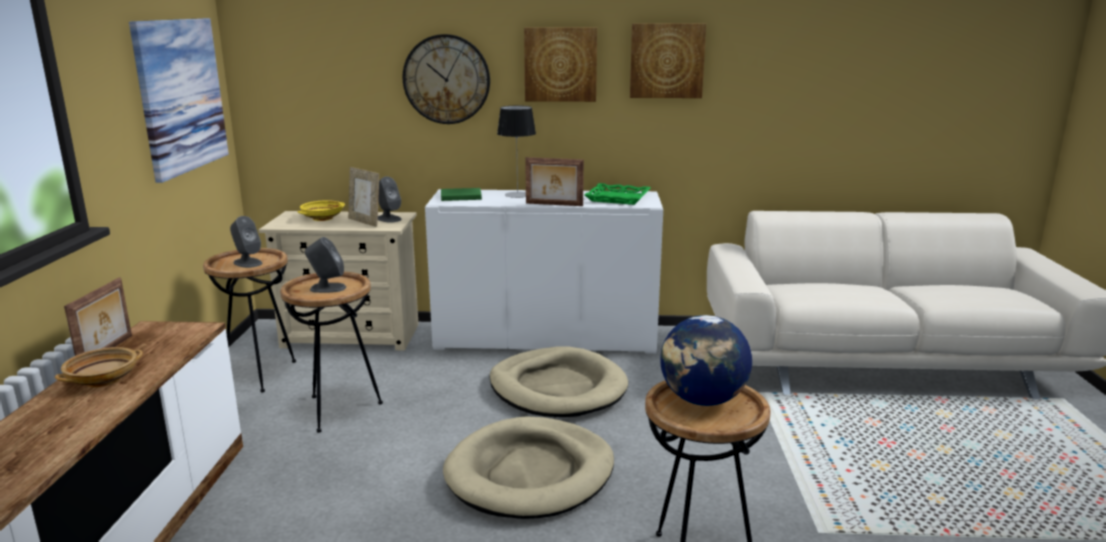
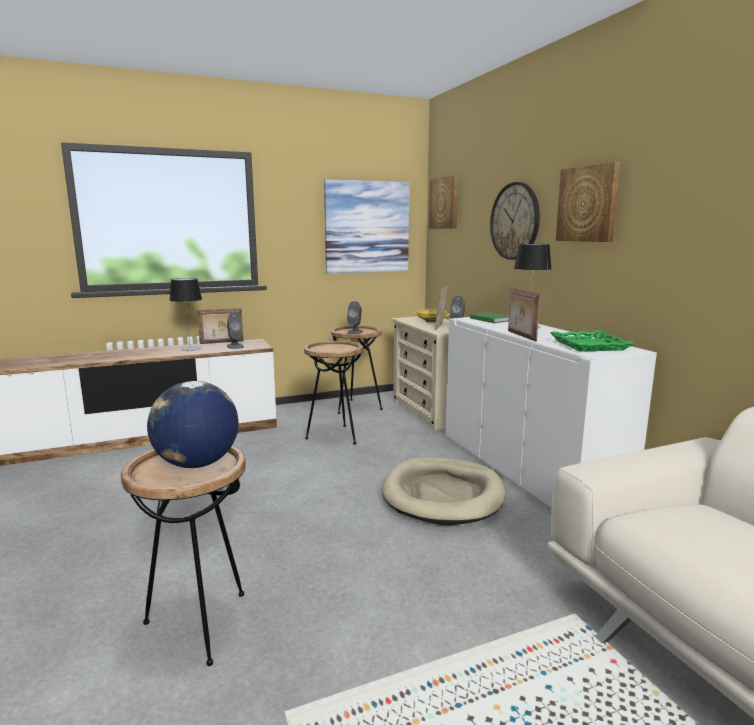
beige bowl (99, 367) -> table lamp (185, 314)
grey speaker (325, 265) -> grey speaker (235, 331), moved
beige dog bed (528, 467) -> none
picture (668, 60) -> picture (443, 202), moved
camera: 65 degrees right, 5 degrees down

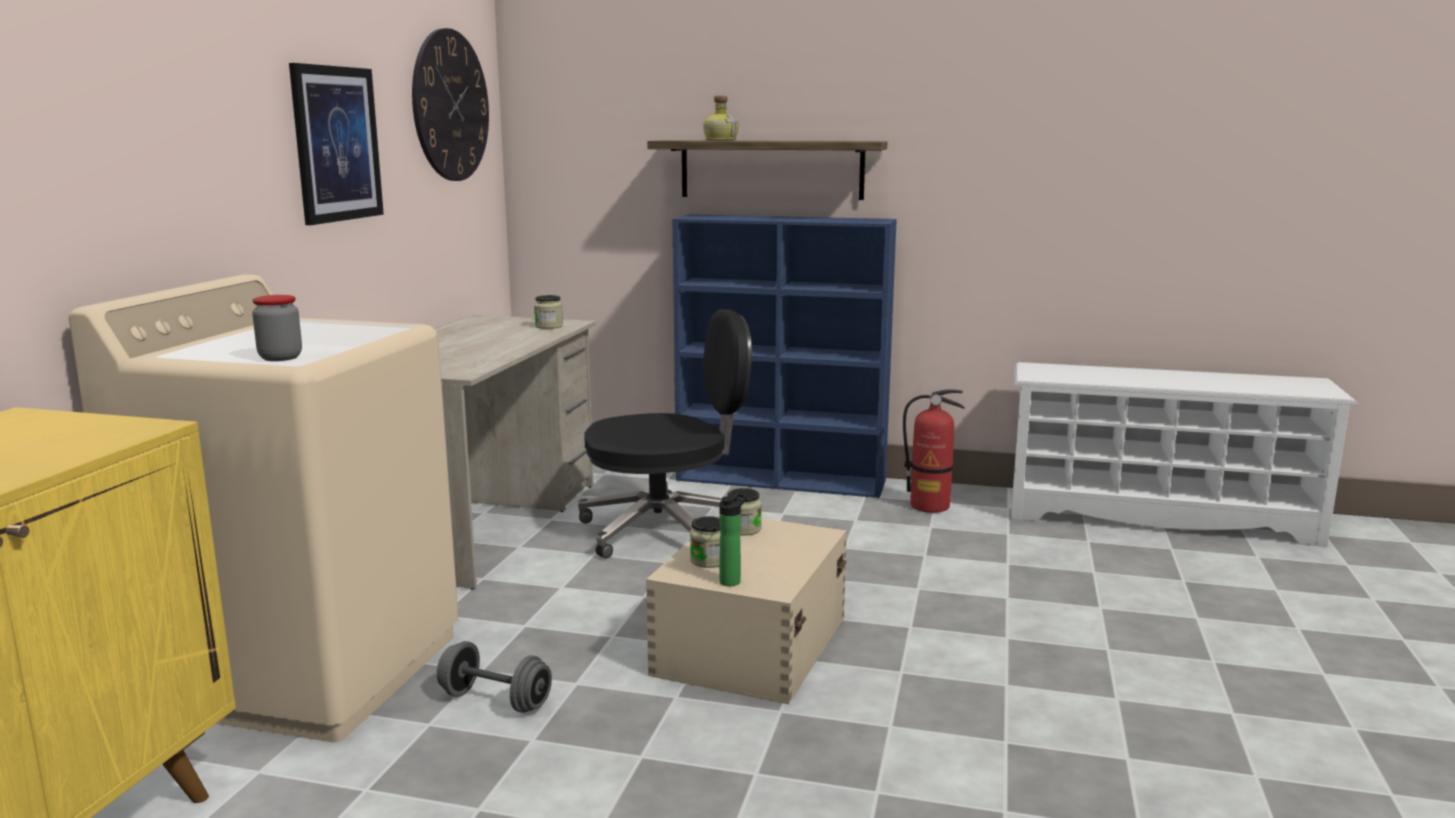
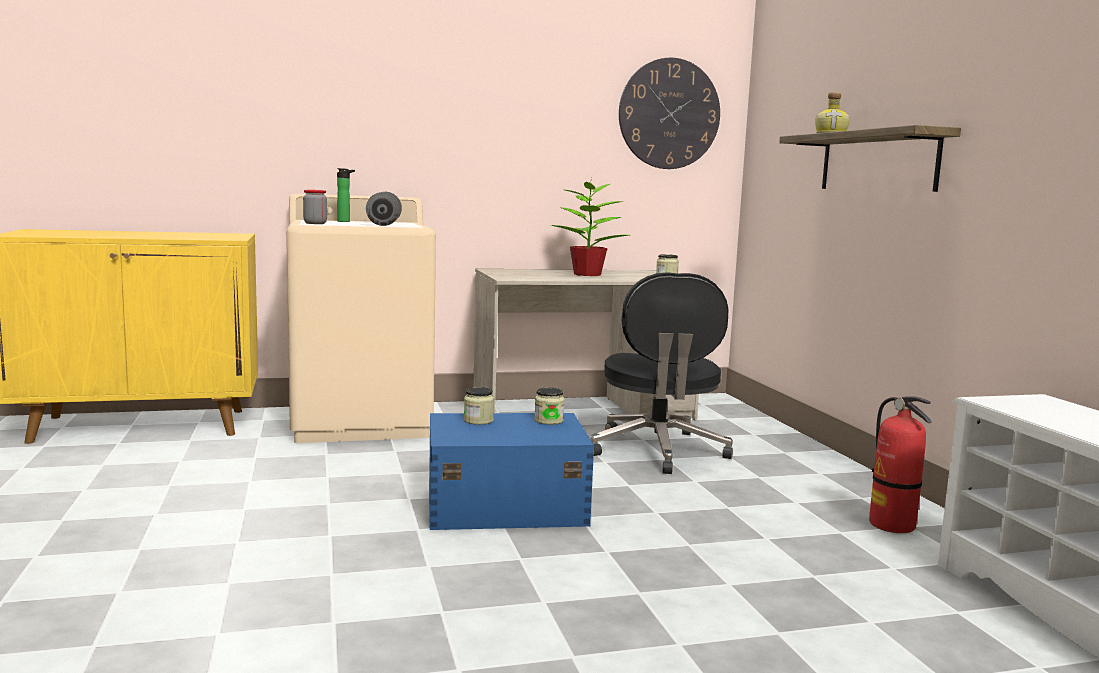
picture (336, 144) -> none
grey dumbbell (494, 677) -> grey dumbbell (384, 209), moved
black office chair (665, 434) -> black office chair (662, 373), 45 degrees clockwise
beige storage box (746, 609) -> blue storage box (511, 471)
blue bookcase (785, 356) -> none
bottle (733, 539) -> bottle (346, 195), moved
none -> potted plant (590, 227)
camera: 60 degrees right, 5 degrees down

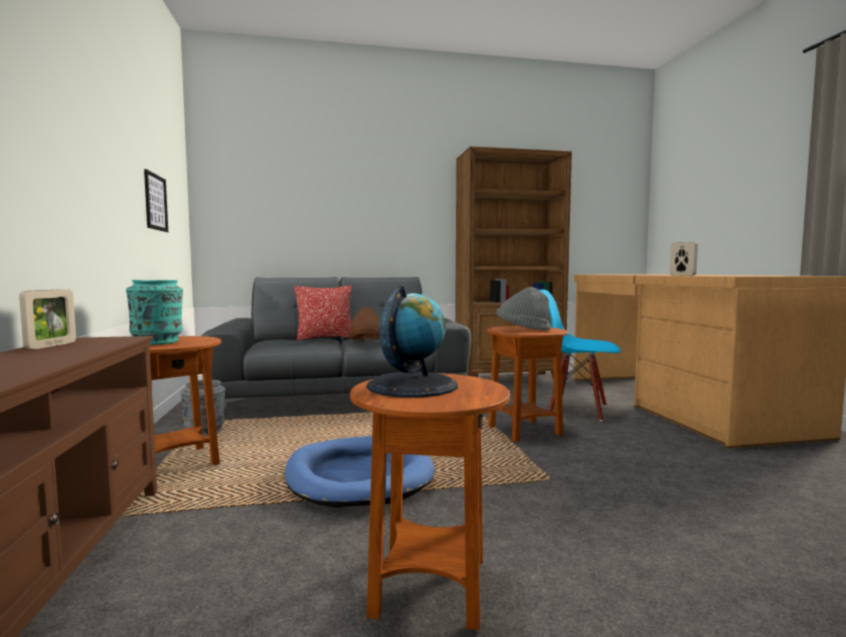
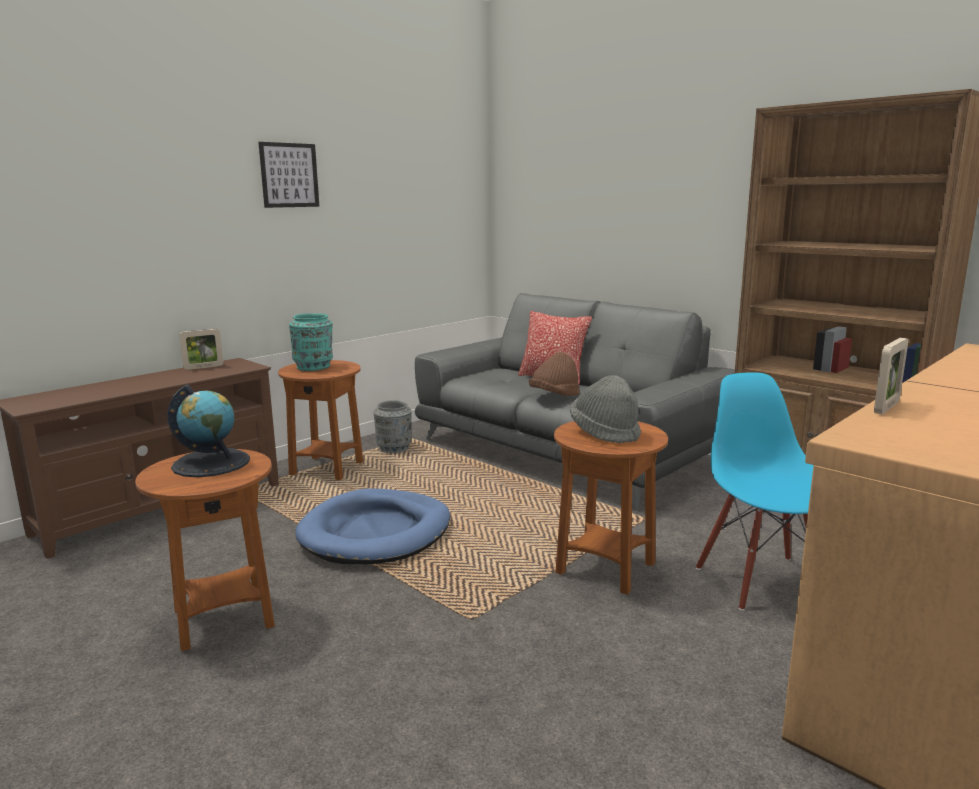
picture (156, 200) -> picture (289, 175), moved
camera: 55 degrees right, 10 degrees up

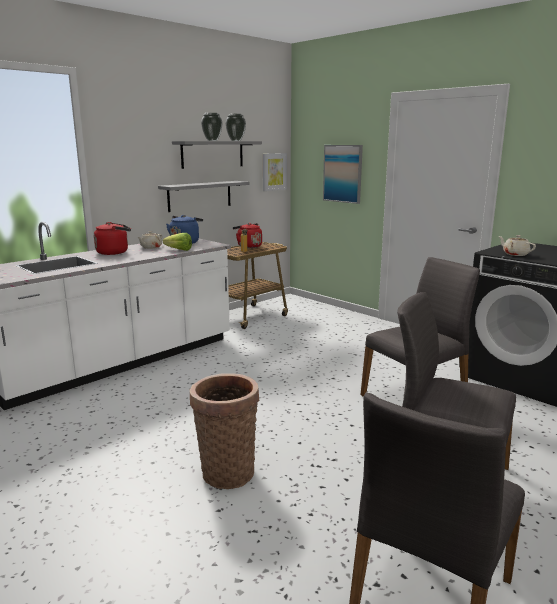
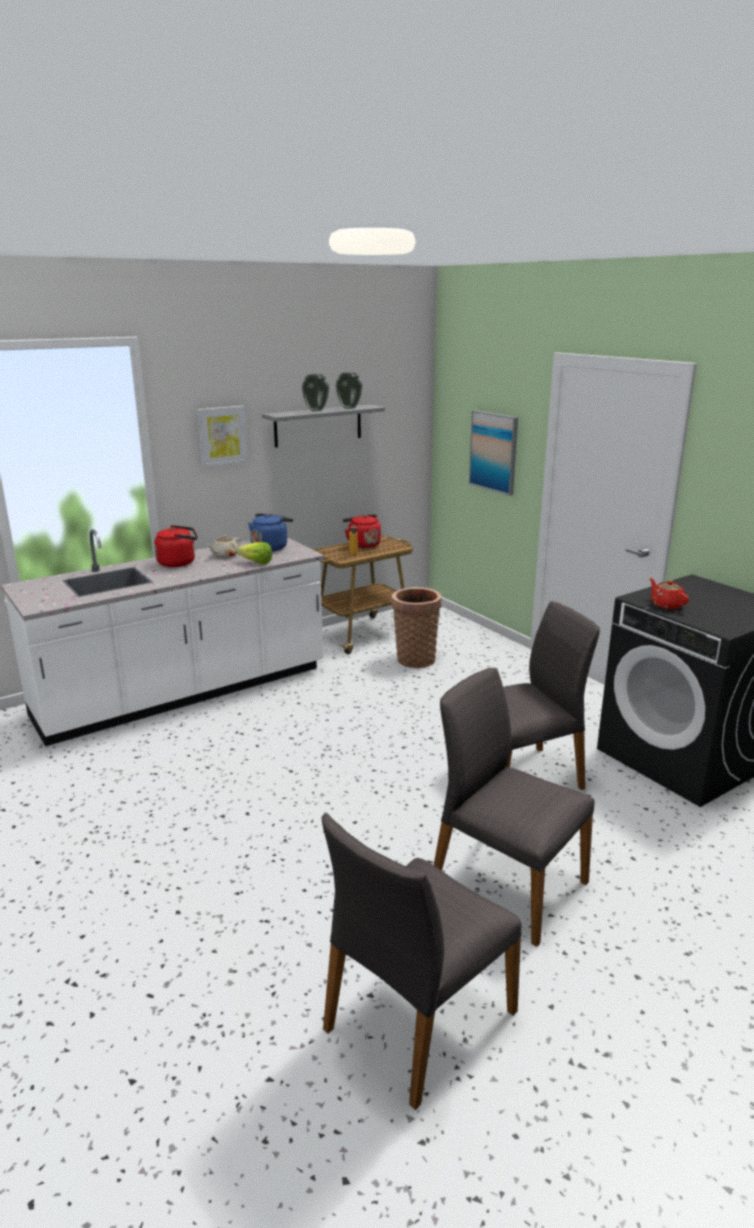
grey shelf (204, 196) -> none
basket (224, 431) -> basket (417, 627), moved
picture (275, 172) -> picture (222, 436), moved
beige teapot (517, 245) -> red teapot (669, 593)
camera: 10 degrees right, 5 degrees up

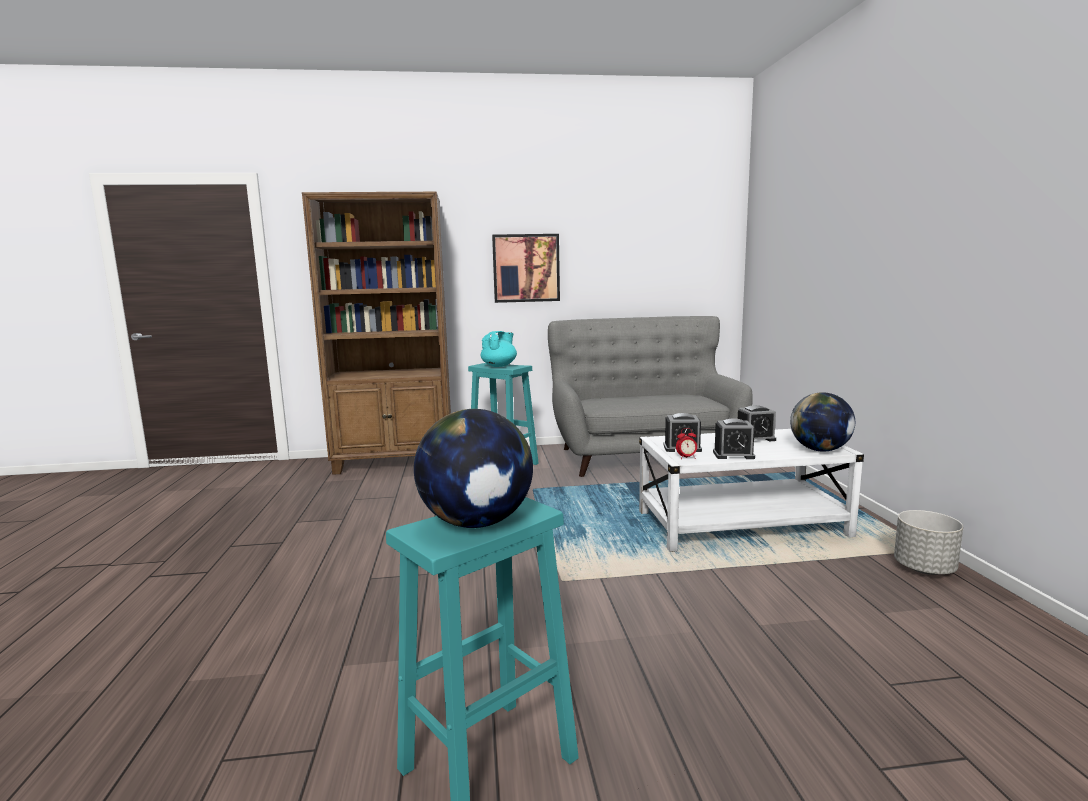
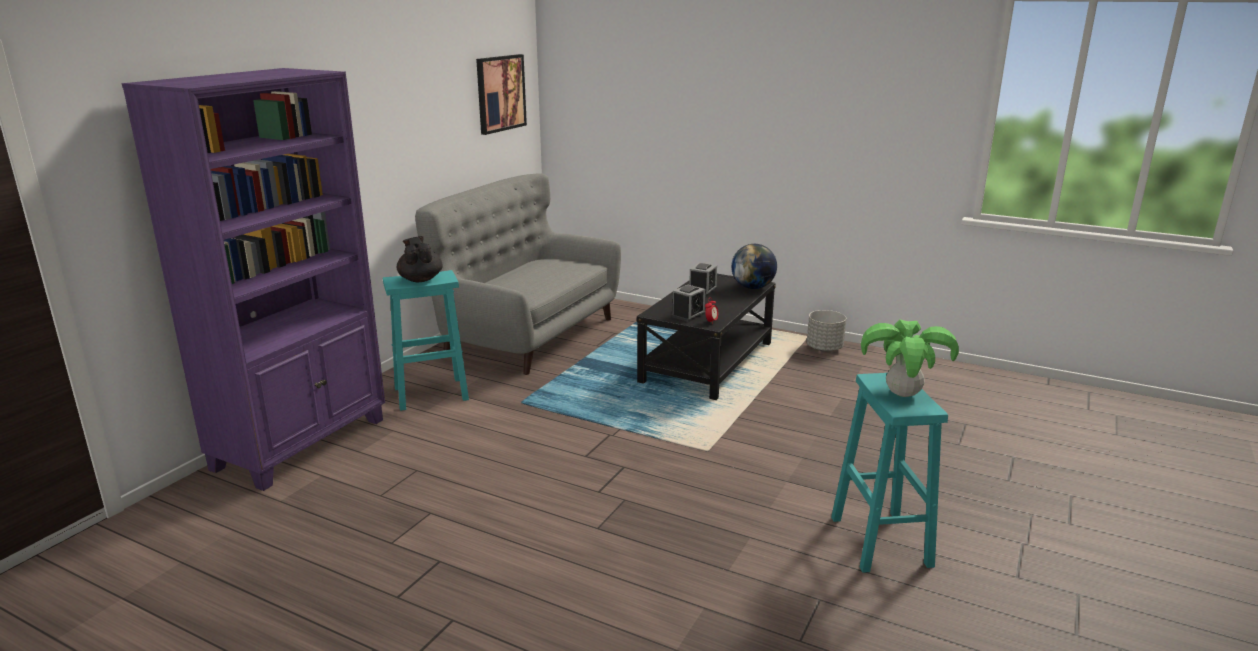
brown bookcase (376, 333) -> purple bookcase (253, 279)
globe (473, 468) -> potted plant (910, 358)
turquoise teapot (499, 349) -> black teapot (420, 259)
picture (526, 268) -> picture (501, 94), moved
white coffee table (751, 490) -> black coffee table (706, 337)
alarm clock (734, 438) -> none
camera: 55 degrees left, 10 degrees up

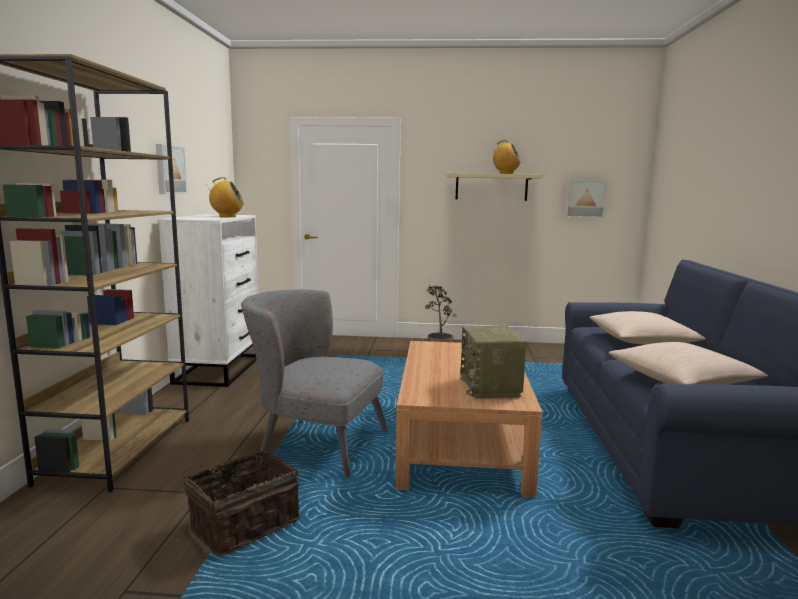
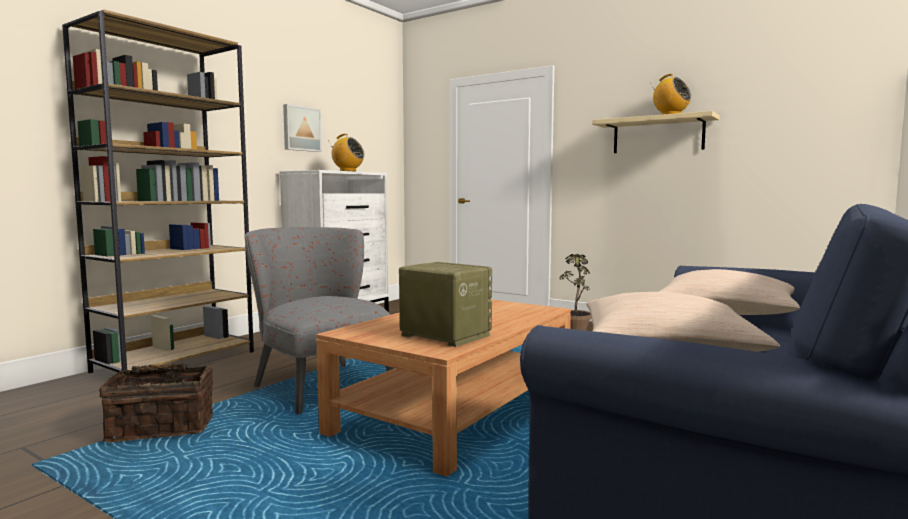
radio (493, 362) -> radio (445, 304), 105 degrees clockwise
picture (586, 198) -> none
camera: 30 degrees right, 5 degrees down

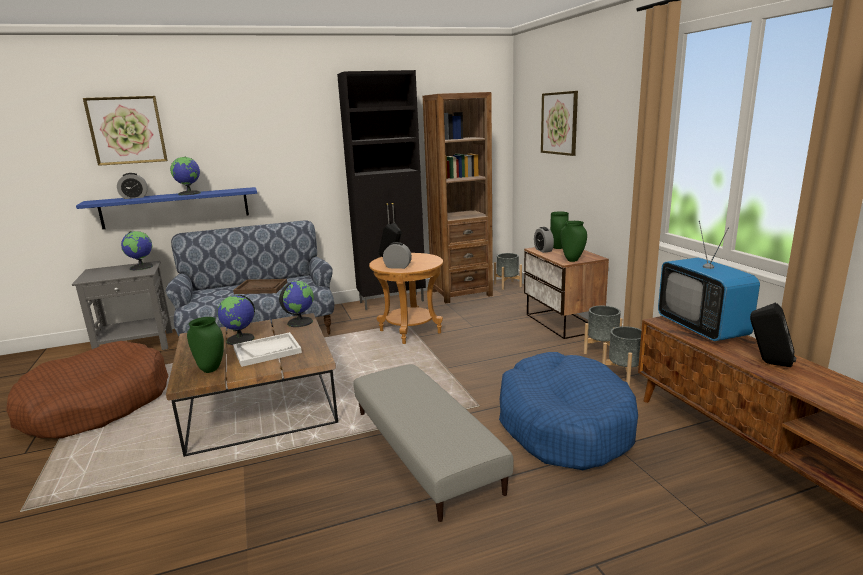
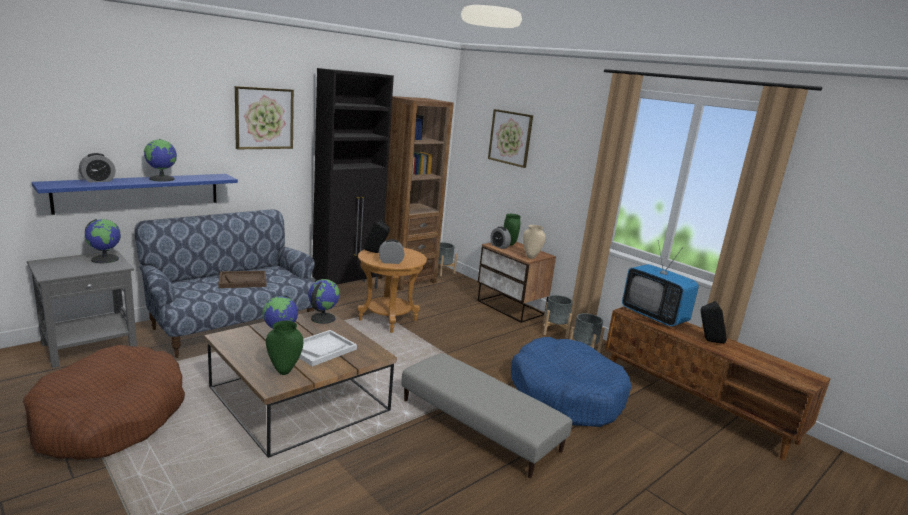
picture (125, 131) -> picture (264, 117), moved
green vase (574, 241) -> beige vase (534, 242)
camera: 25 degrees left, 0 degrees up

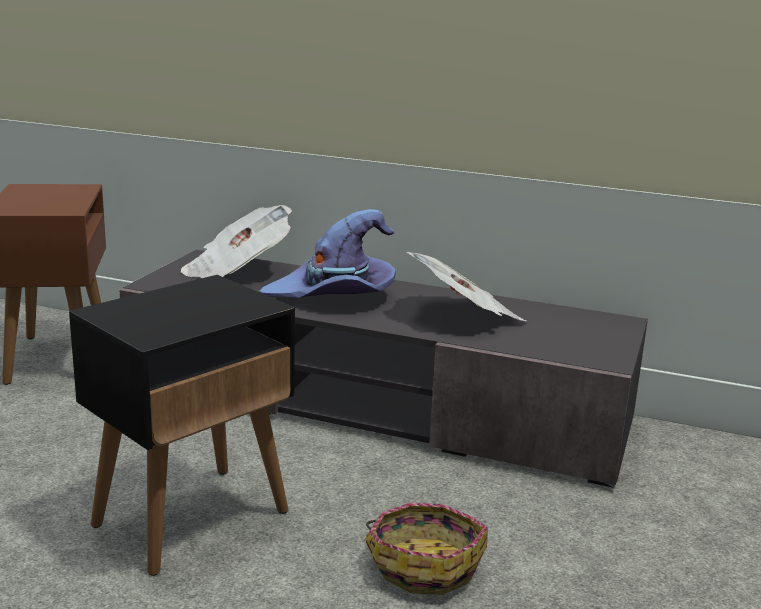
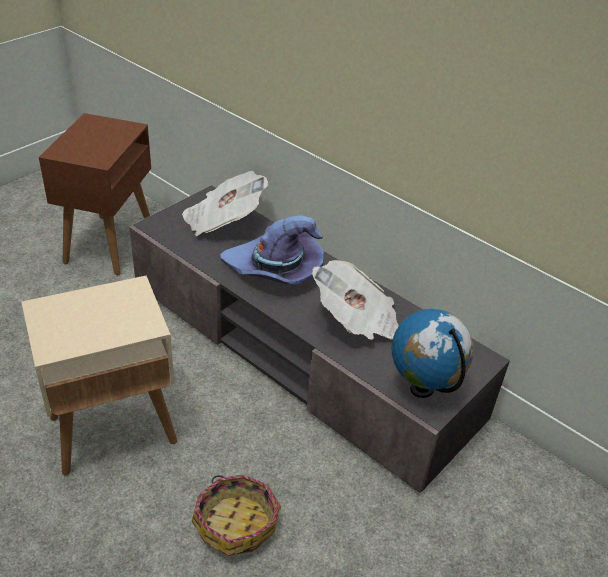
black side table (182, 425) -> beige side table (99, 375)
none -> globe (432, 353)
camera: 20 degrees right, 20 degrees up

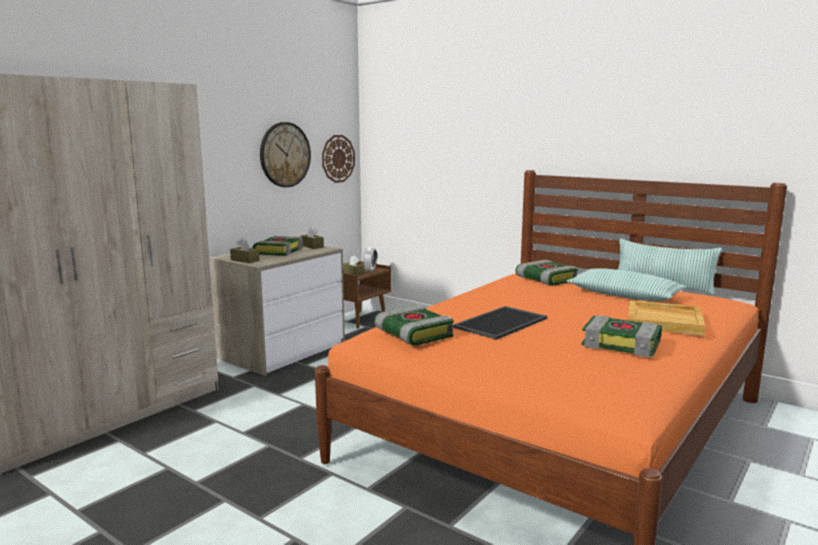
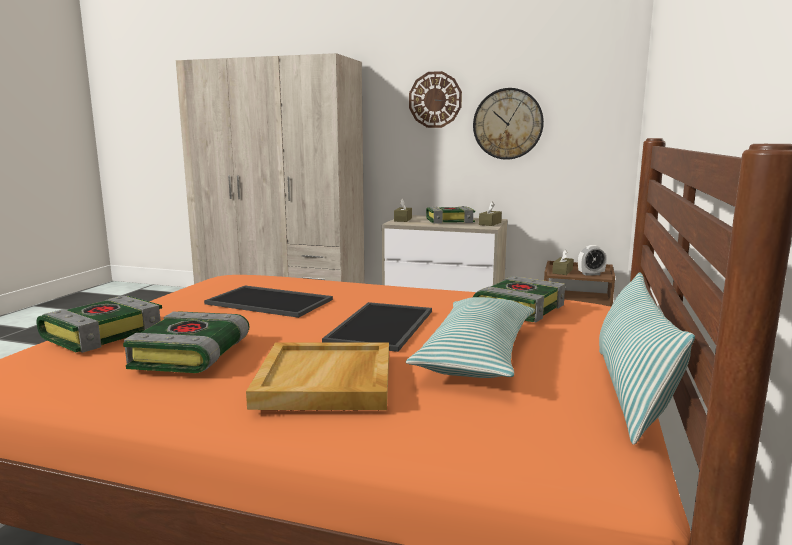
wall clock (338, 159) -> wall clock (435, 99), moved
book (414, 325) -> book (99, 324), moved
none -> tray (377, 327)
camera: 70 degrees right, 0 degrees up

